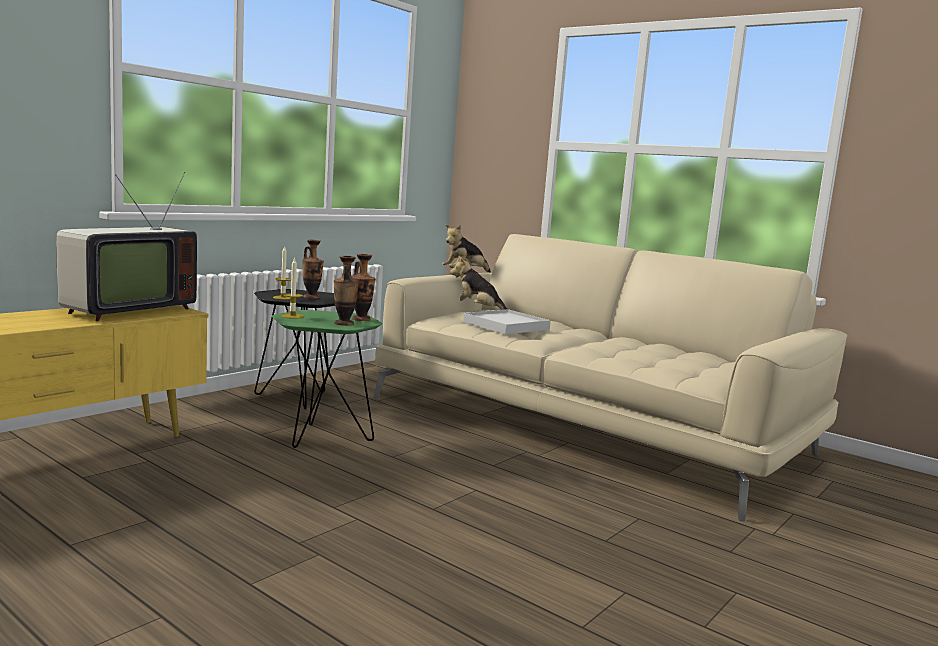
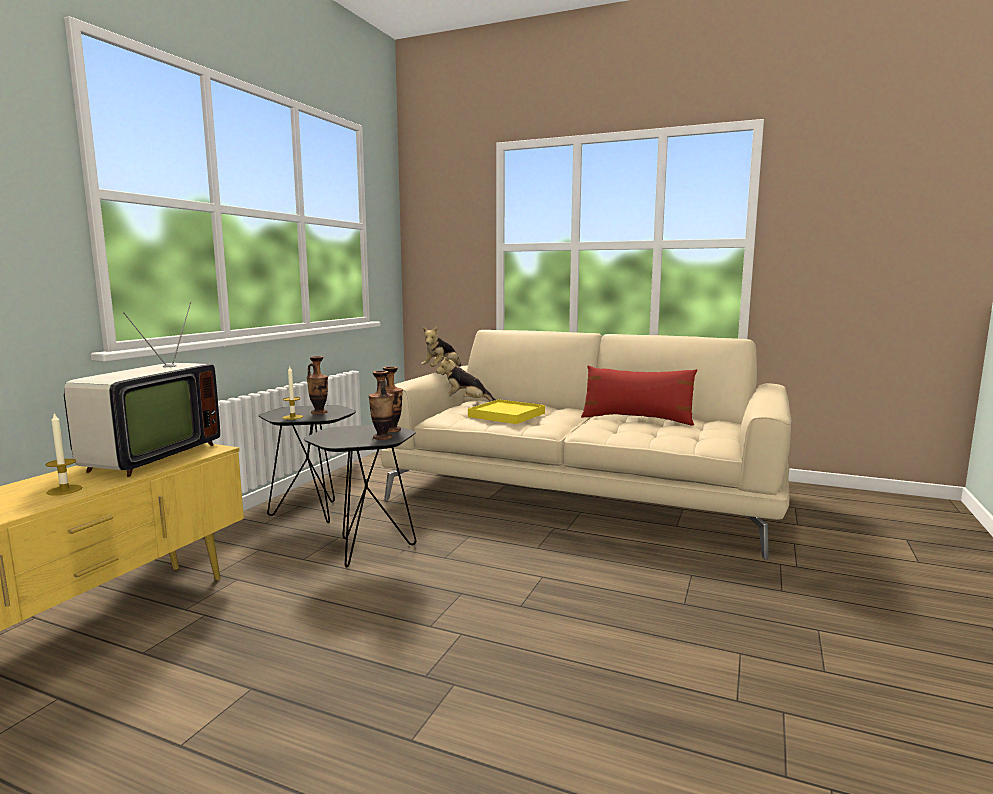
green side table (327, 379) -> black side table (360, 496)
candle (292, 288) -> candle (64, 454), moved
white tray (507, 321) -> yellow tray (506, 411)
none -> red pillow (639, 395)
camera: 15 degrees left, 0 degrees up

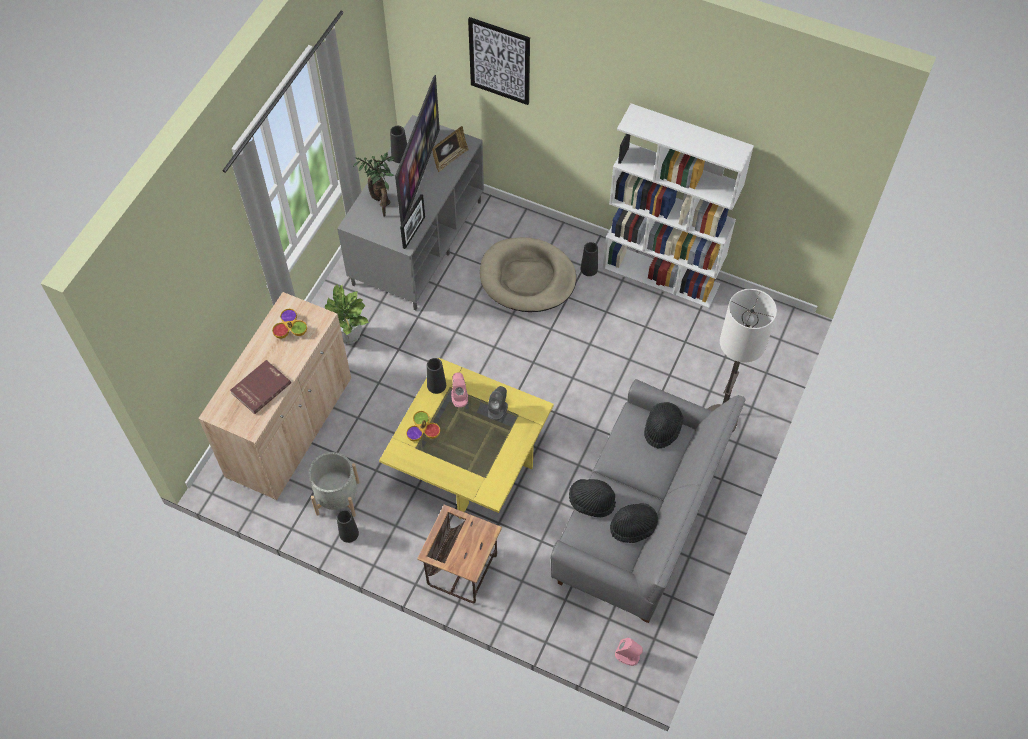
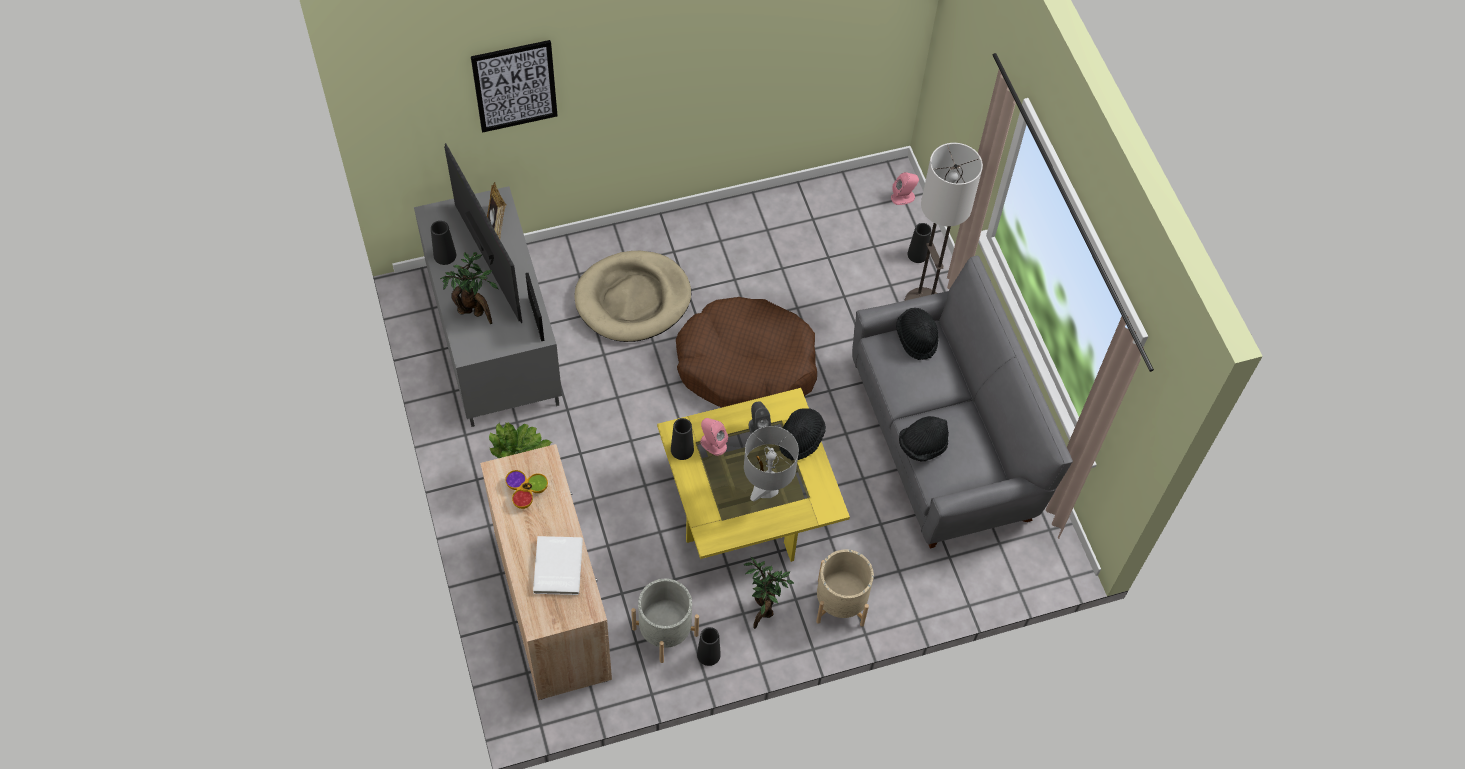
red book (260, 387) -> white book (558, 565)
bowl (423, 426) -> none
side table (459, 554) -> beige planter (845, 588)
black vase (589, 259) -> black vase (919, 243), moved
white bookcase (678, 206) -> none
black hat (634, 523) -> black hat (802, 434), moved
pink speaker (629, 652) -> pink speaker (905, 188), moved
none -> brown dog bed (746, 352)
none -> potted plant (768, 593)
none -> grey table lamp (771, 463)
camera: 45 degrees left, 0 degrees up

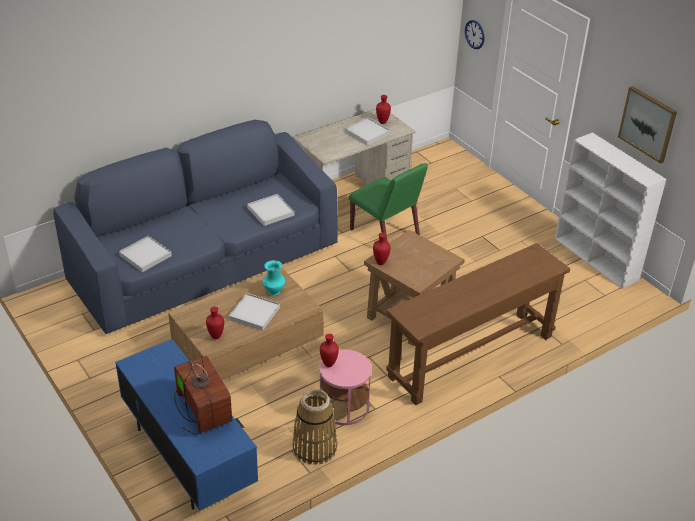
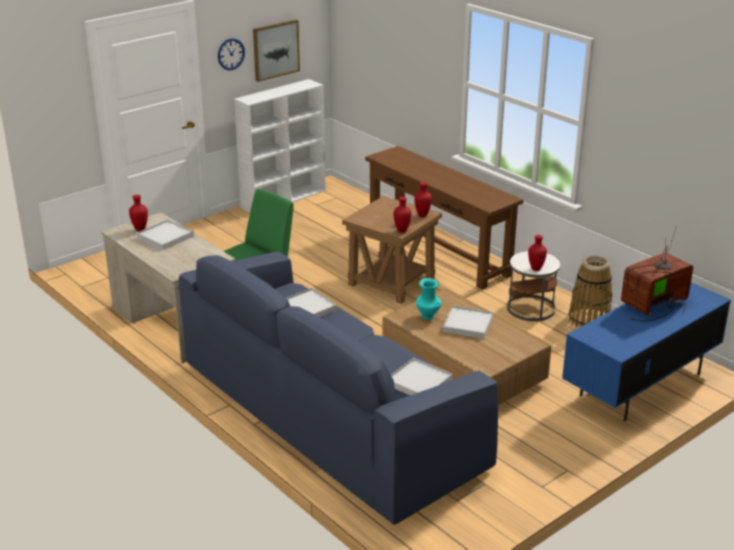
red vase (215, 323) -> red vase (423, 199), moved
pink side table (345, 387) -> white side table (533, 286)
wall clock (474, 34) -> wall clock (231, 54), moved
camera: 95 degrees left, 10 degrees down

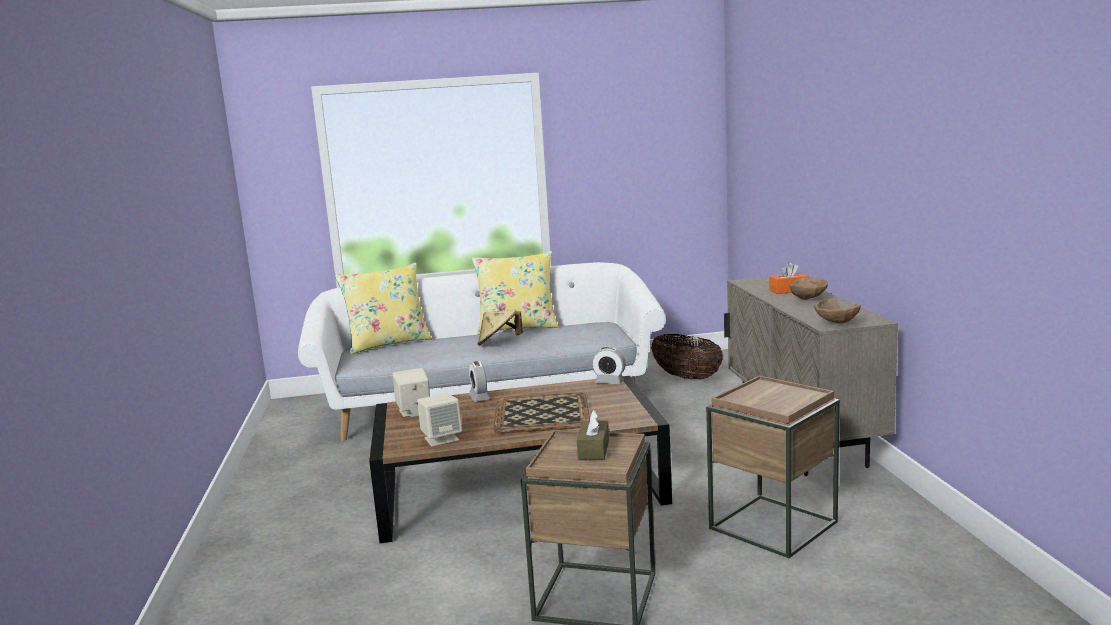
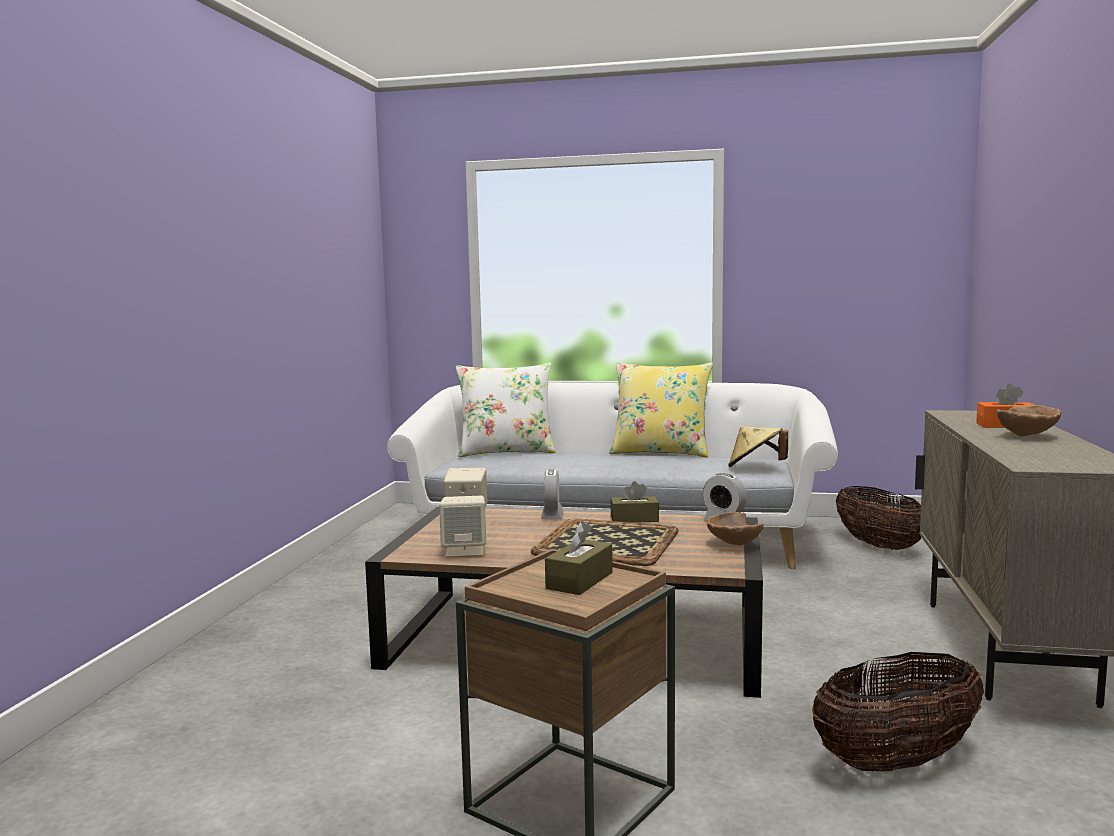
yellow pillow (383, 308) -> white pillow (506, 410)
beige hat (500, 328) -> beige hat (758, 447), moved
brown side table (773, 467) -> basket (898, 712)
brown bowl (837, 311) -> brown bowl (735, 528), moved
none -> brown tissue box (634, 502)
camera: 20 degrees right, 5 degrees down

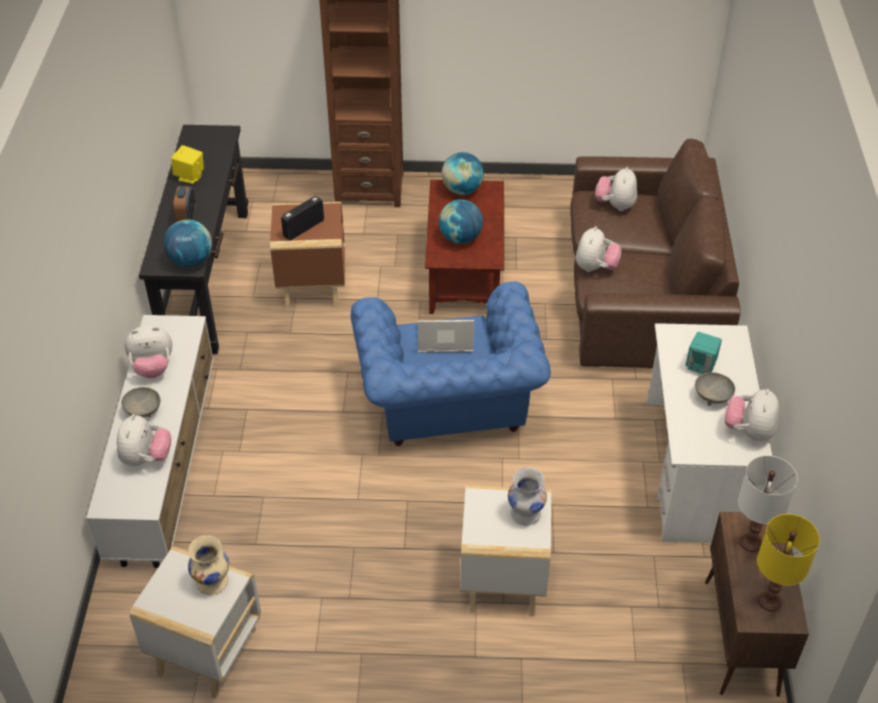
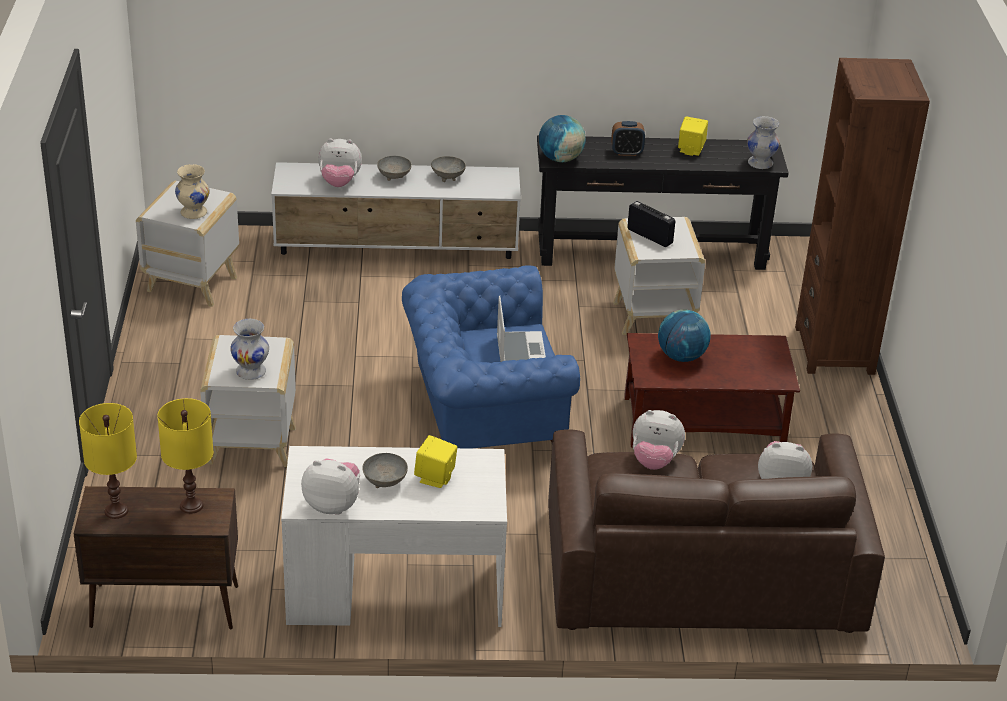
plush toy (148, 351) -> grey bowl (448, 169)
brown side table (307, 256) -> white side table (659, 276)
globe (462, 173) -> none
turquoise speaker (703, 353) -> yellow speaker (435, 461)
white table lamp (767, 503) -> yellow table lamp (185, 456)
none -> white vase (763, 142)
camera: 85 degrees right, 10 degrees down

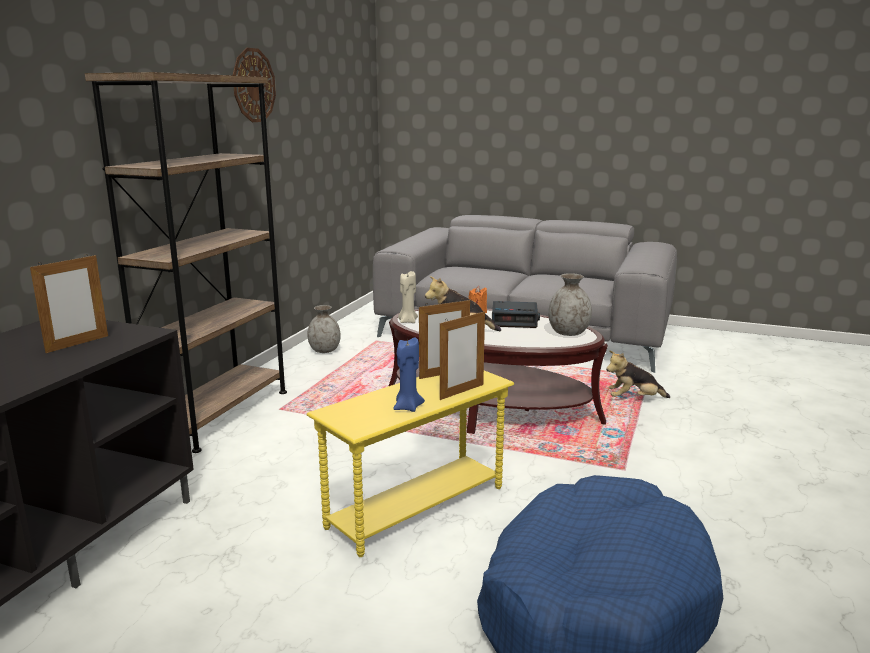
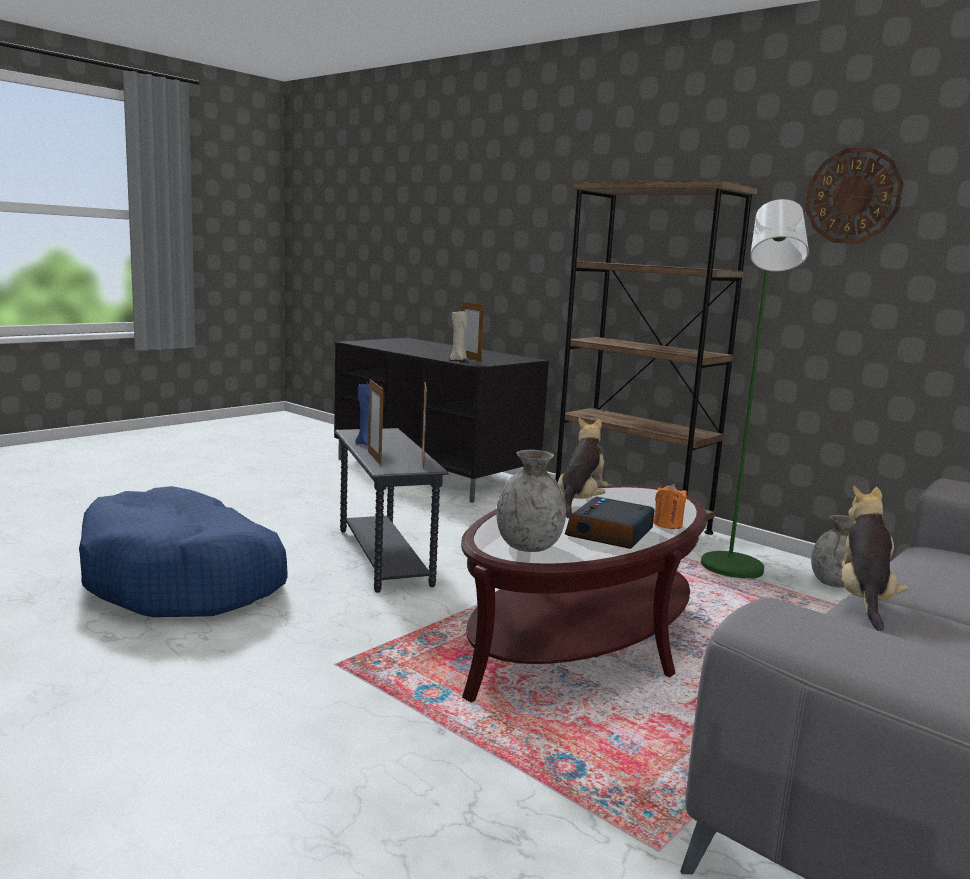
yellow side table (410, 463) -> grey side table (392, 510)
beige candle (408, 297) -> beige candle (458, 335), moved
plush toy (638, 374) -> plush toy (874, 558), moved
none -> green floor lamp (755, 388)
camera: 110 degrees right, 5 degrees down

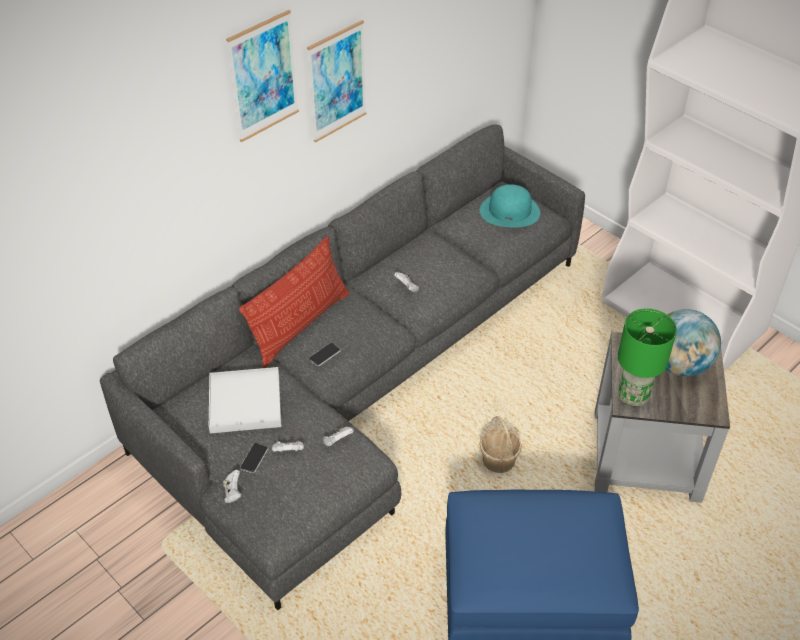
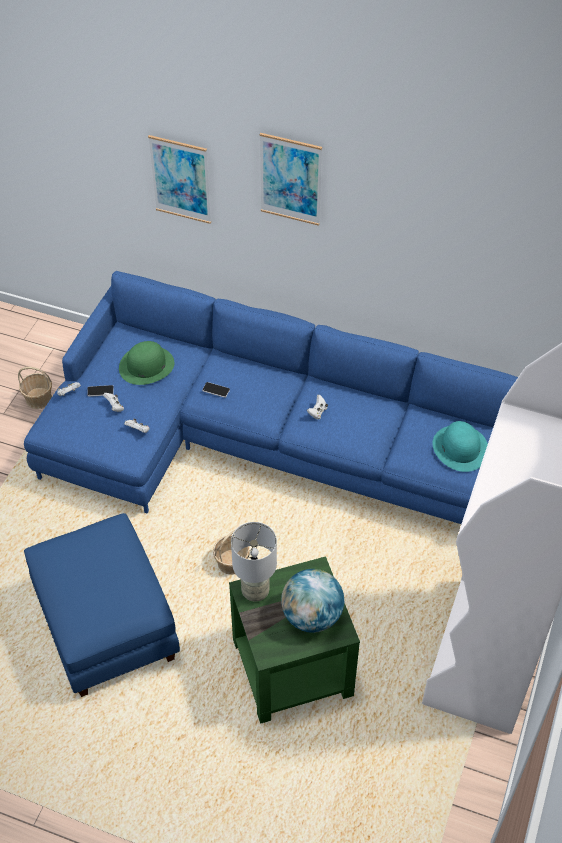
grey sofa (342, 367) -> blue sofa (271, 397)
white tray (245, 400) -> green hat (147, 363)
pillow (294, 302) -> none
picture (337, 81) -> picture (179, 179), moved
grey side table (662, 417) -> green side table (294, 640)
green table lamp (647, 357) -> grey table lamp (254, 562)
none -> basket (35, 388)
camera: 65 degrees right, 5 degrees up

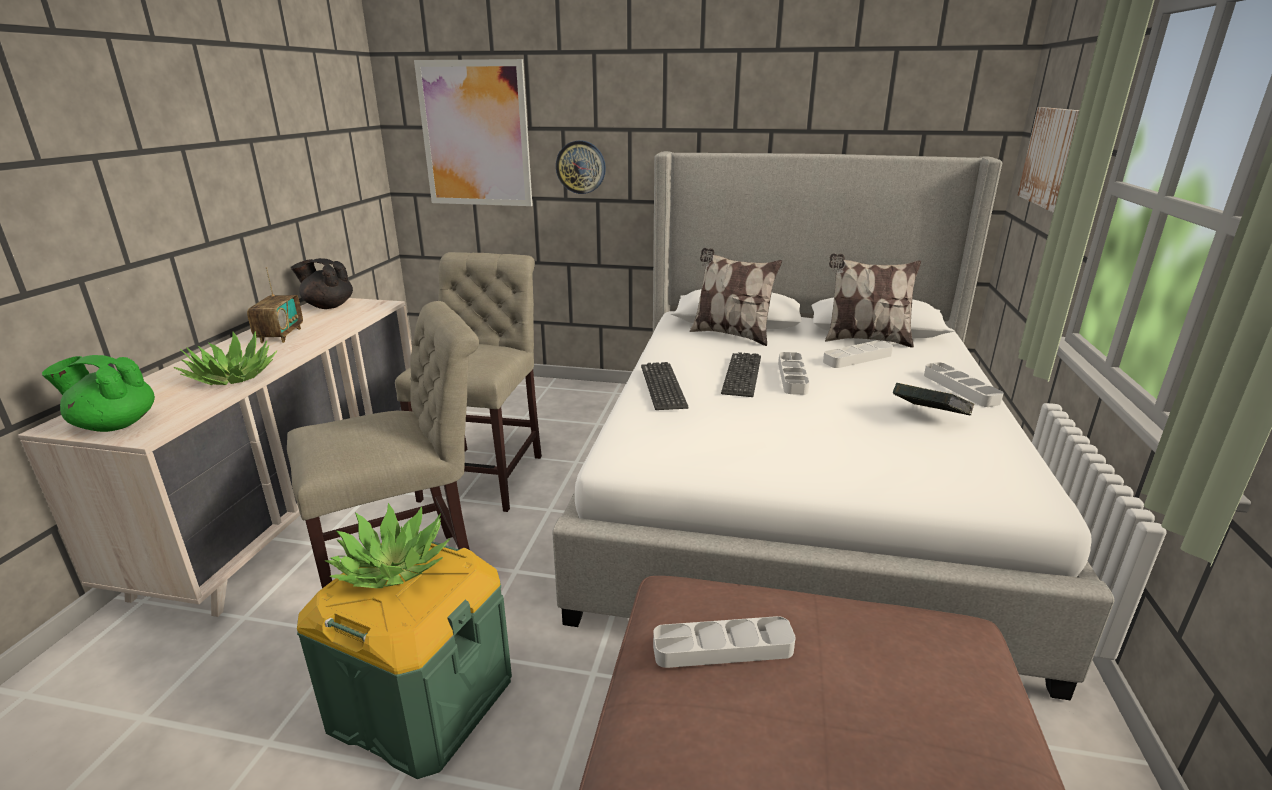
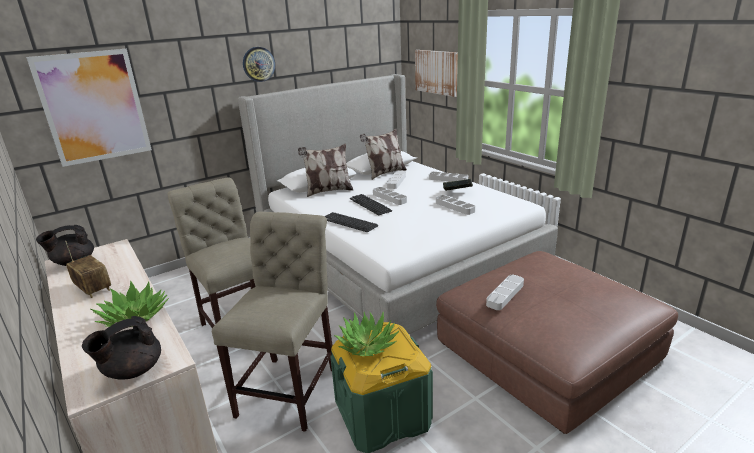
green teapot (98, 393) -> black teapot (121, 348)
wall clock (581, 167) -> wall clock (259, 64), moved
none -> grey tray (455, 205)
camera: 45 degrees left, 0 degrees up

